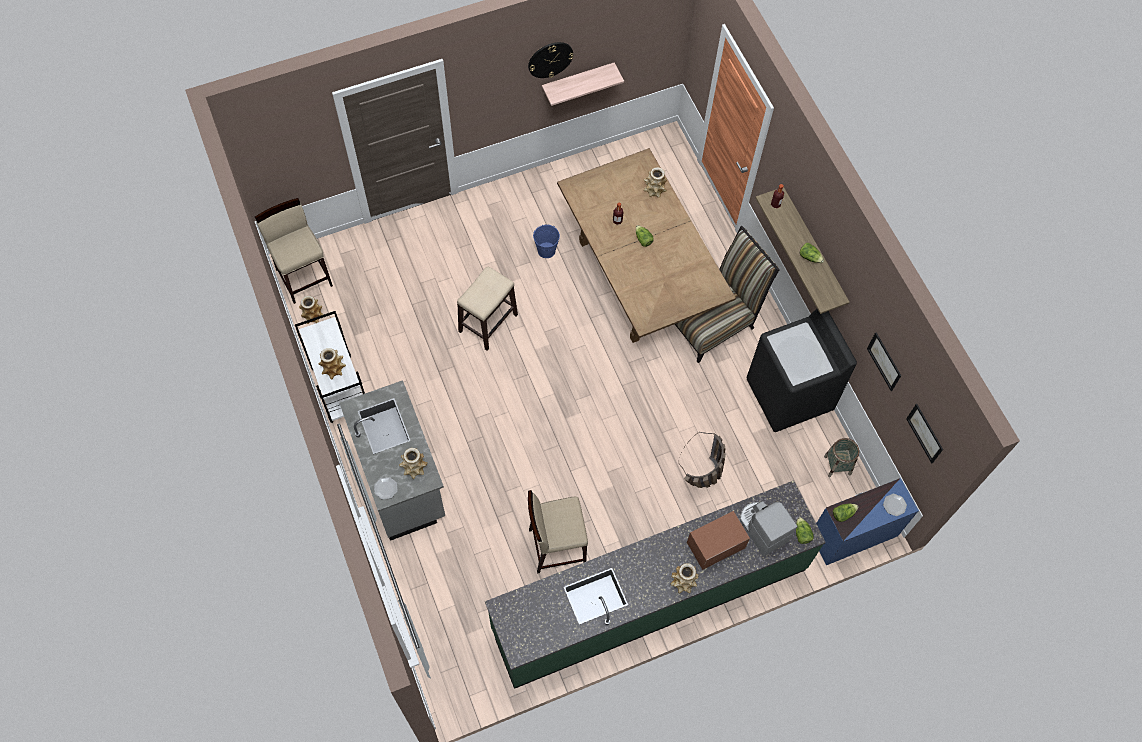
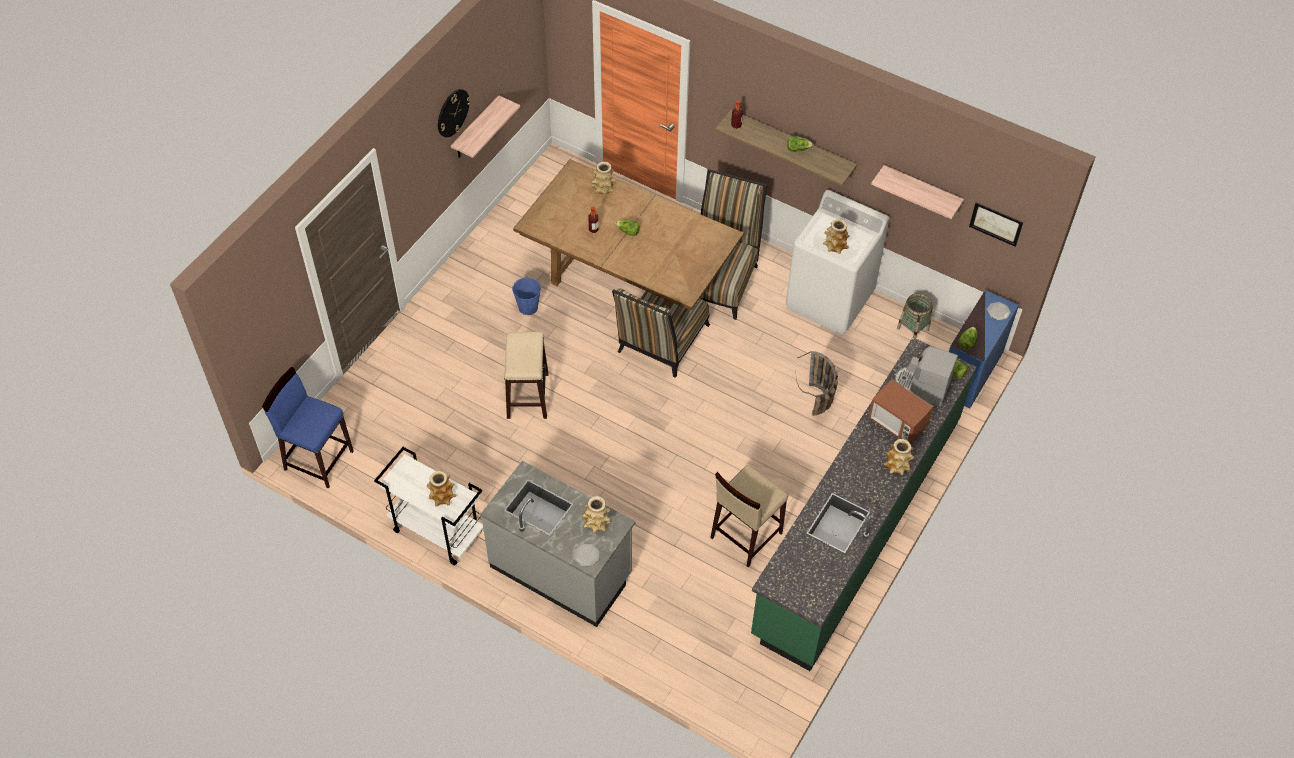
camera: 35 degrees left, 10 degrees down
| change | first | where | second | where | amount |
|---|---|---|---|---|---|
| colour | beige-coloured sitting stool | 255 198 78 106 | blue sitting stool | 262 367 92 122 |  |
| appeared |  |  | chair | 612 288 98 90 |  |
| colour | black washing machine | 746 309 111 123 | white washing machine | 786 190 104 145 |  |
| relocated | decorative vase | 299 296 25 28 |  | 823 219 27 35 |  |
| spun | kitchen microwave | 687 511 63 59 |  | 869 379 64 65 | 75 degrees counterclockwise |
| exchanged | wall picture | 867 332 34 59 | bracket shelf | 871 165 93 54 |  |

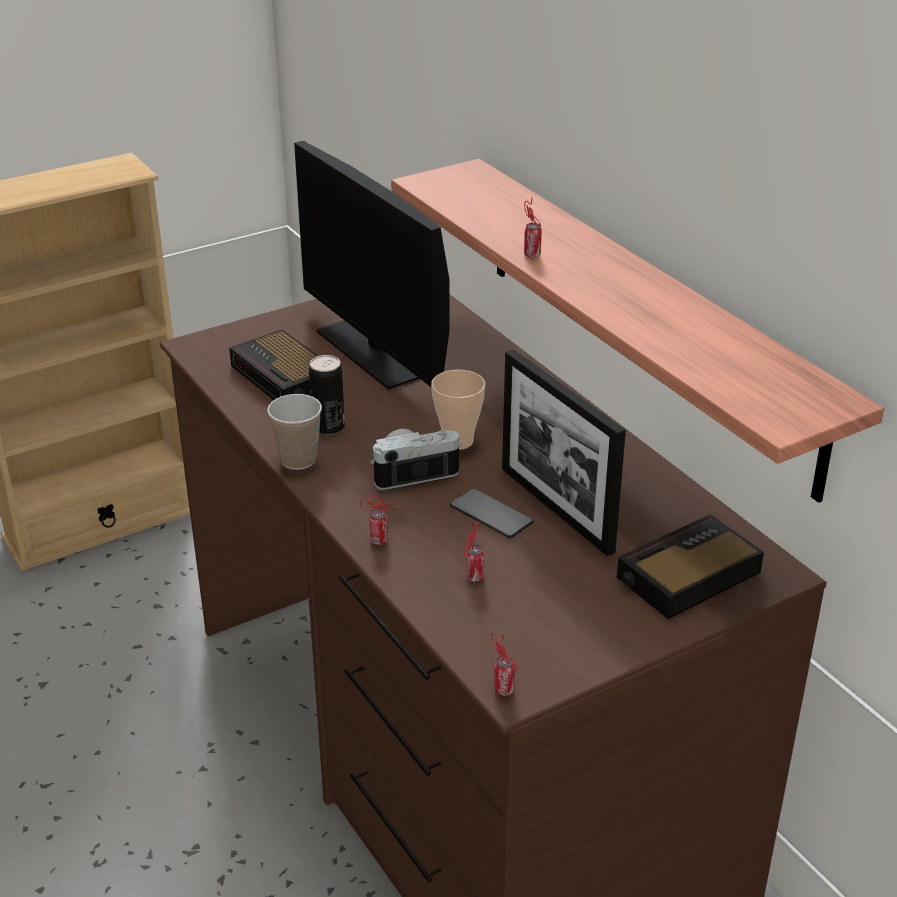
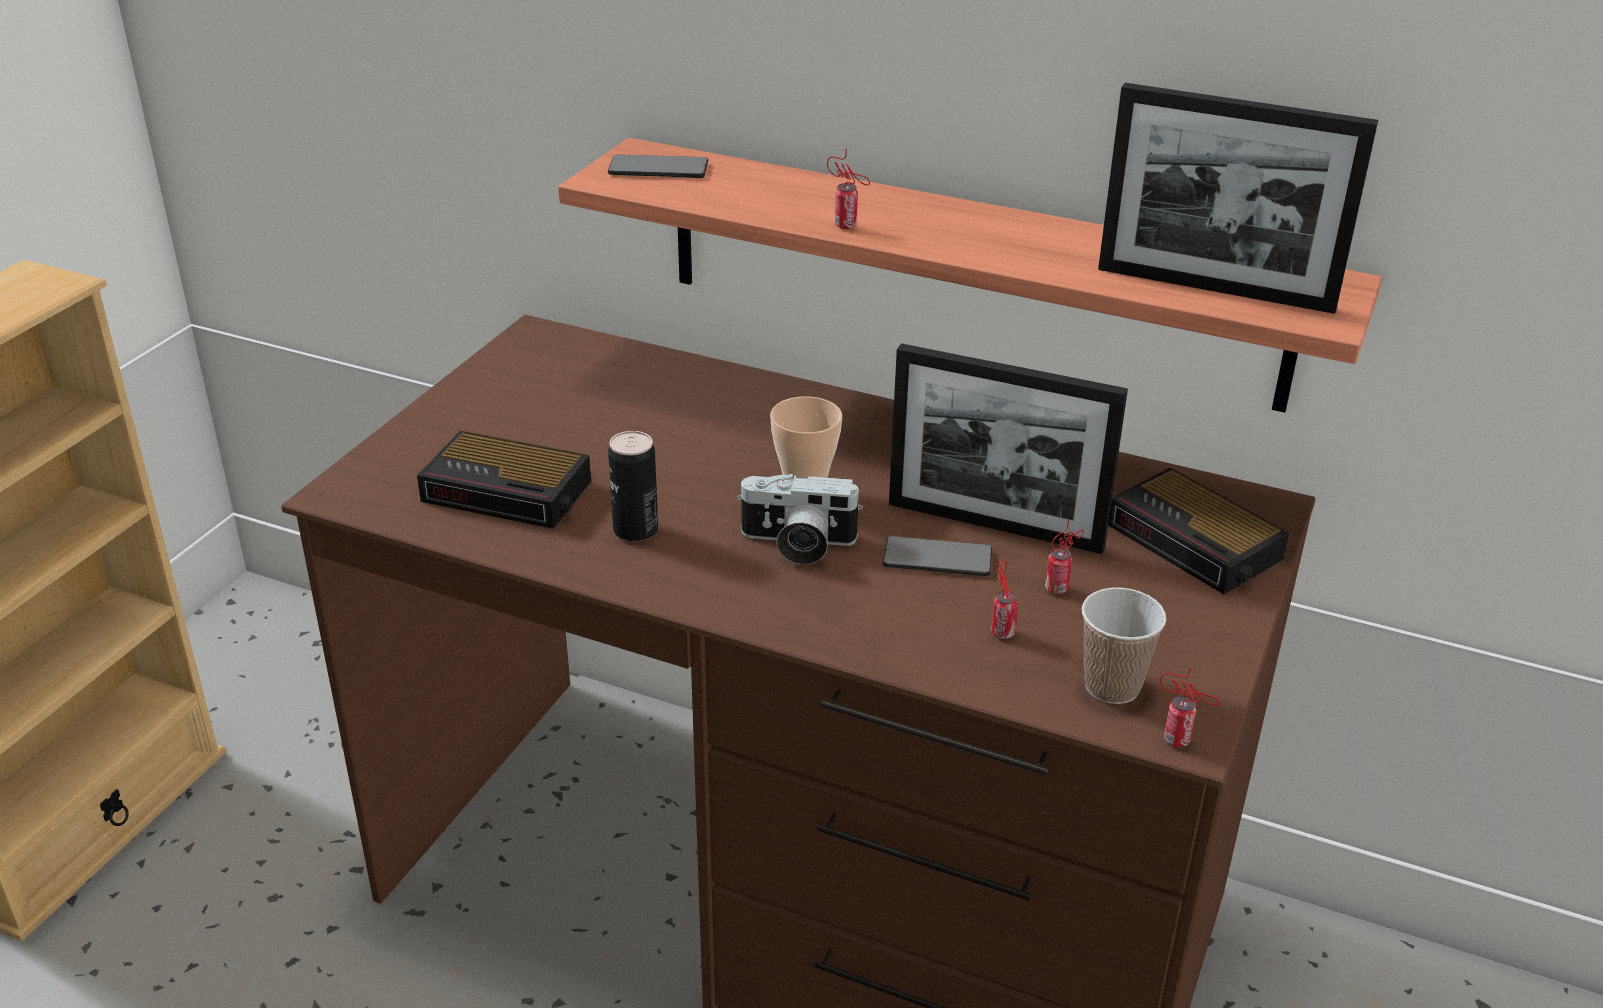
camera: 35 degrees left, 0 degrees up
| change | first | where | second | where | amount |
|---|---|---|---|---|---|
| appeared |  |  | phone | 608 154 100 24 |  |
| spun | still camera | 371 429 91 61 |  | 737 474 126 91 | 120 degrees counterclockwise |
| relocated | can | 360 488 41 57 |  | 1045 519 39 75 |  |
| relocated | small cup | 267 394 55 76 |  | 1082 588 85 116 |  |
| appeared |  |  | picture frame | 1098 83 280 231 |  |
| spun | alarm clock | 617 514 147 105 |  | 1108 467 181 127 | 60 degrees counterclockwise |
| missing | computer display | 294 141 155 249 |  |  |  |

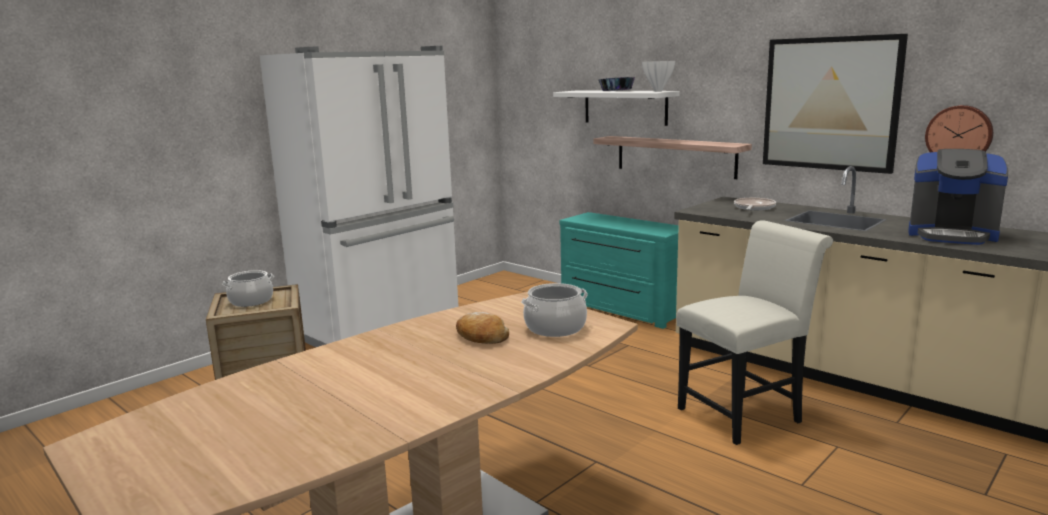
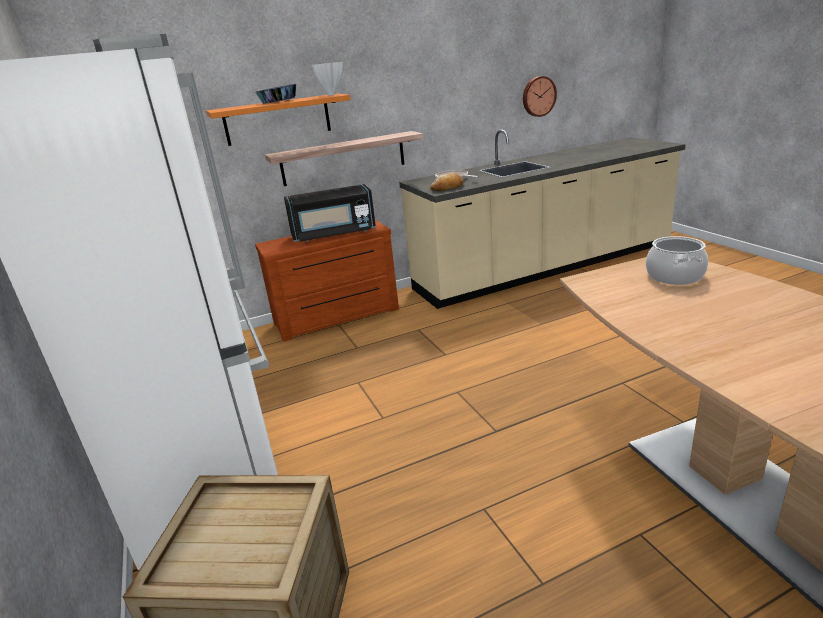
camera: 65 degrees left, 10 degrees up
| change | first | where | second | where | amount |
|---|---|---|---|---|---|
| colour | white bracket shelf | 553 90 127 36 | orangey bracket shelf | 206 94 145 52 |  |
| colour | turquoise-coloured chest of drawers | 559 212 120 117 | brownish chest of drawers | 255 220 144 122 |  |
| appeared |  |  | black kitchen microwave | 284 184 92 58 |  |
| relocated | bread | 456 312 53 32 |  | 430 173 34 18 |  |
| missing | saucepot | 222 270 52 37 |  |  |  |
| missing | white chair | 676 220 157 225 |  |  |  |
| missing | wall picture | 763 34 145 140 |  |  |  |
| missing | coffee brewer | 908 149 100 96 |  |  |  |

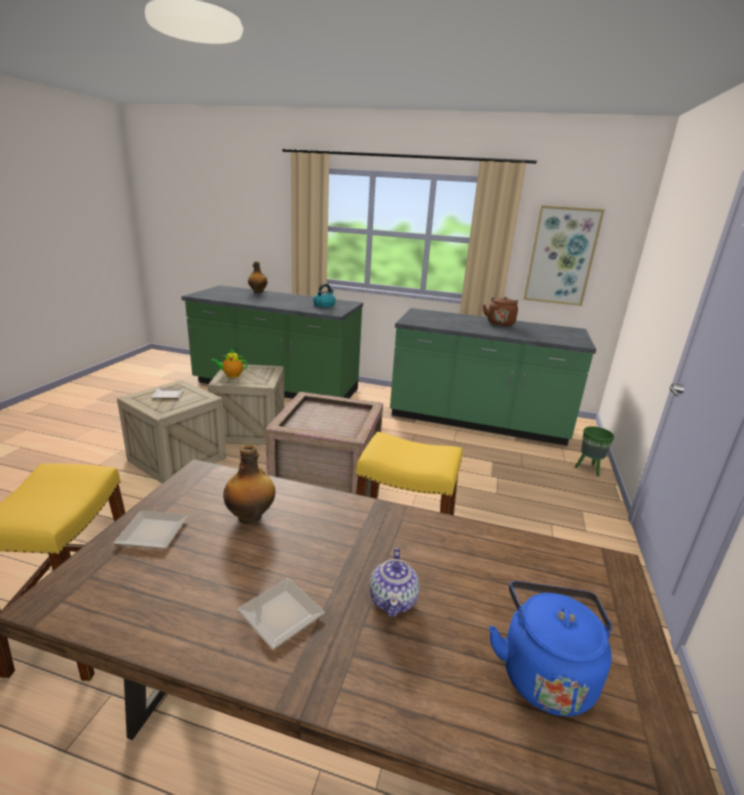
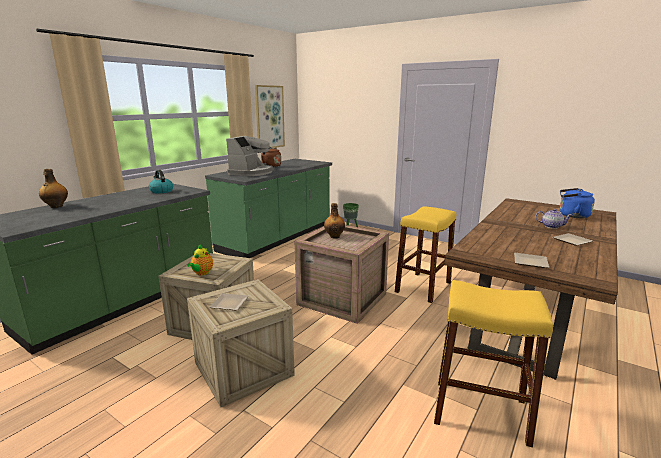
camera: 70 degrees left, 5 degrees down
| change | first | where | second | where | amount |
|---|---|---|---|---|---|
| appeared |  |  | coffee brewer | 226 136 47 40 |  |
| relocated | bottle | 223 444 52 80 |  | 324 203 21 36 |  |

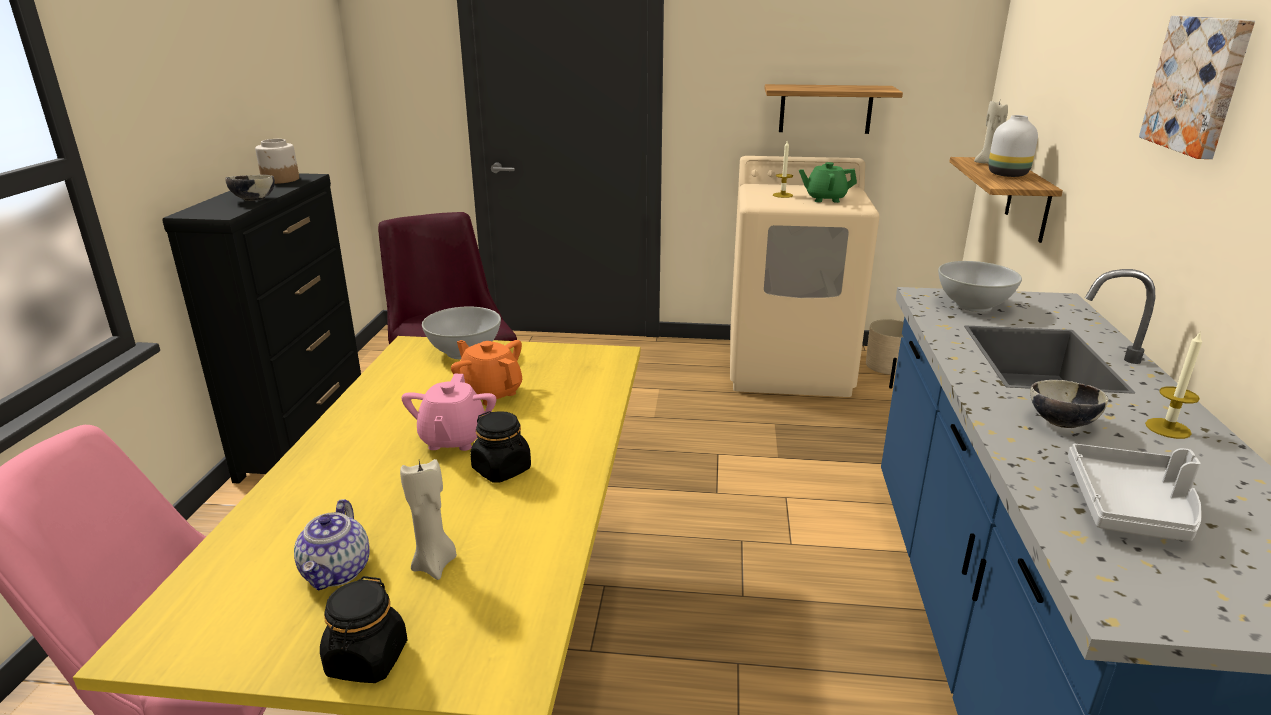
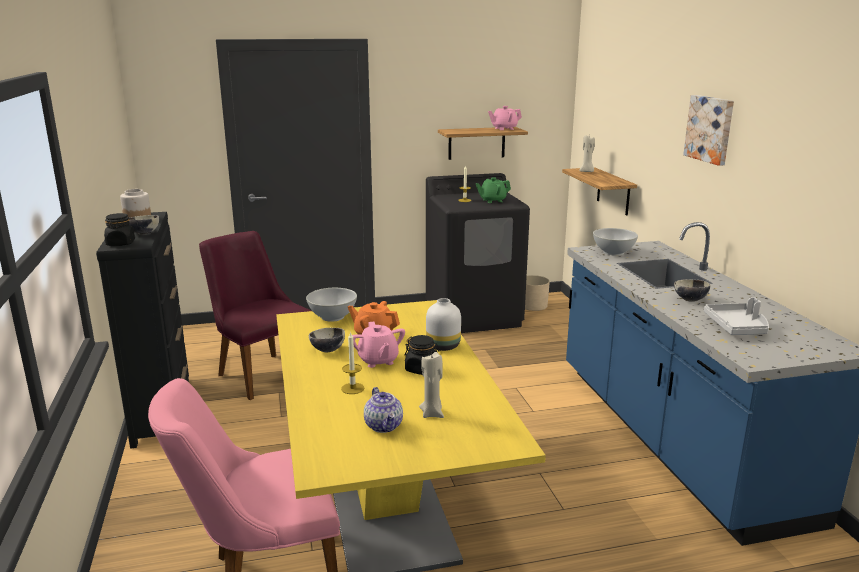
camera: 20 degrees left, 5 degrees down
| change | first | where | second | where | amount |
|---|---|---|---|---|---|
| relocated | black storage jar | 320 576 87 107 |  | 104 213 31 33 |  |
| appeared |  |  | deep dish | 309 328 36 24 |  |
| relocated | wax light | 1145 333 57 106 |  | 341 331 24 63 |  |
| colour | beige-coloured washing machine | 730 156 150 241 | black washing machine | 426 173 104 160 |  |
| relocated | white decorative vase | 988 115 50 62 |  | 426 298 35 53 |  |
| appeared |  |  | pinkish teapot | 488 106 34 24 |  |

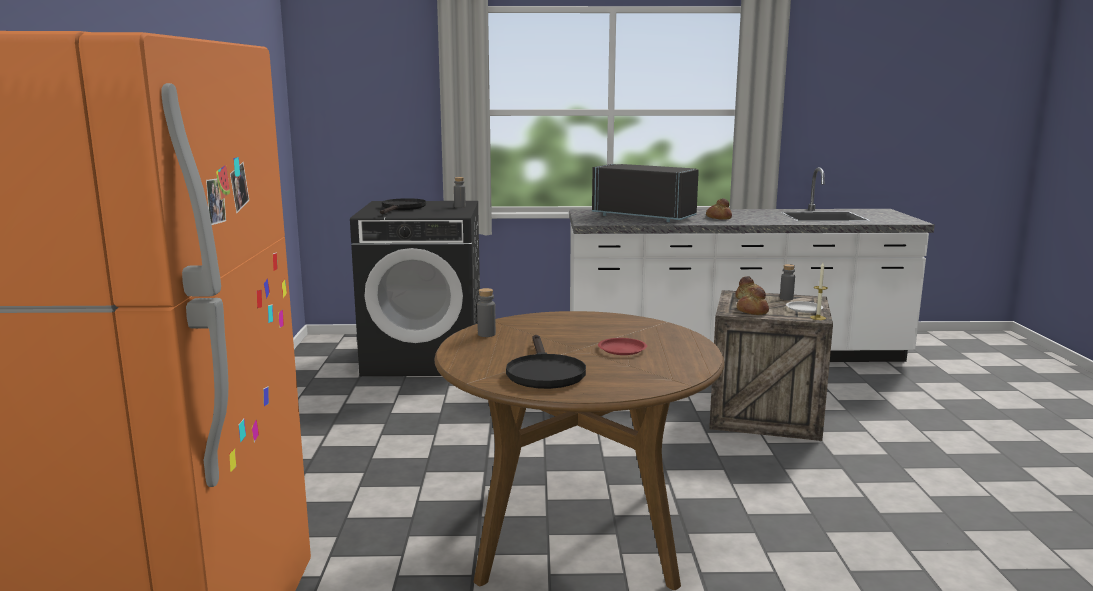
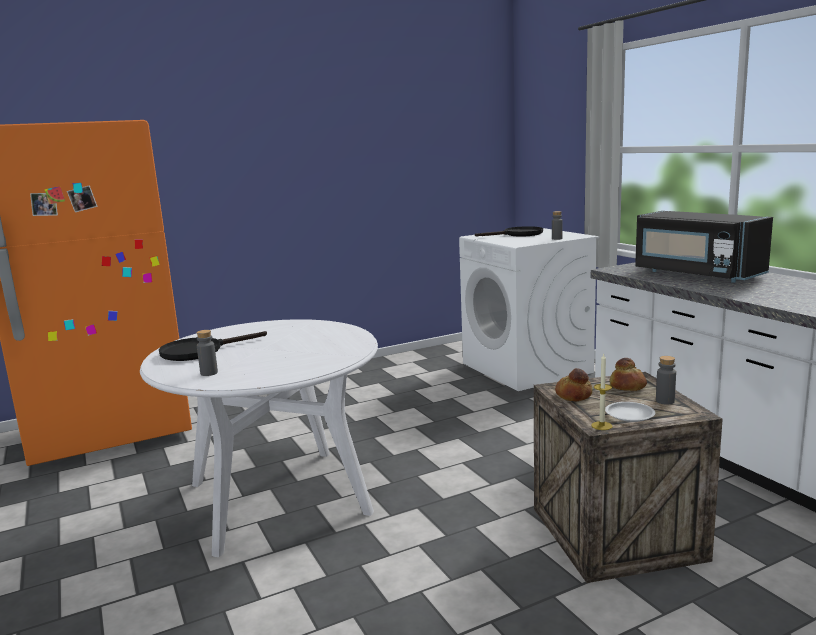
camera: 65 degrees right, 0 degrees up
| change | first | where | second | where | amount |
|---|---|---|---|---|---|
| colour | brownish dining table | 434 311 291 279 | white dining table | 140 319 238 238 |  |
| relocated | greyish bottle | 477 288 19 49 |  | 197 330 21 46 |  |
| colour | black washing machine | 350 201 130 175 | white washing machine | 459 228 140 163 |  |
| spun | black kitchen microwave | 592 164 107 58 |  | 635 211 138 72 | 135 degrees clockwise |
| missing | red-coloured plate | 598 338 49 17 |  |  |  |
| missing | bread | 706 199 26 21 |  |  |  |

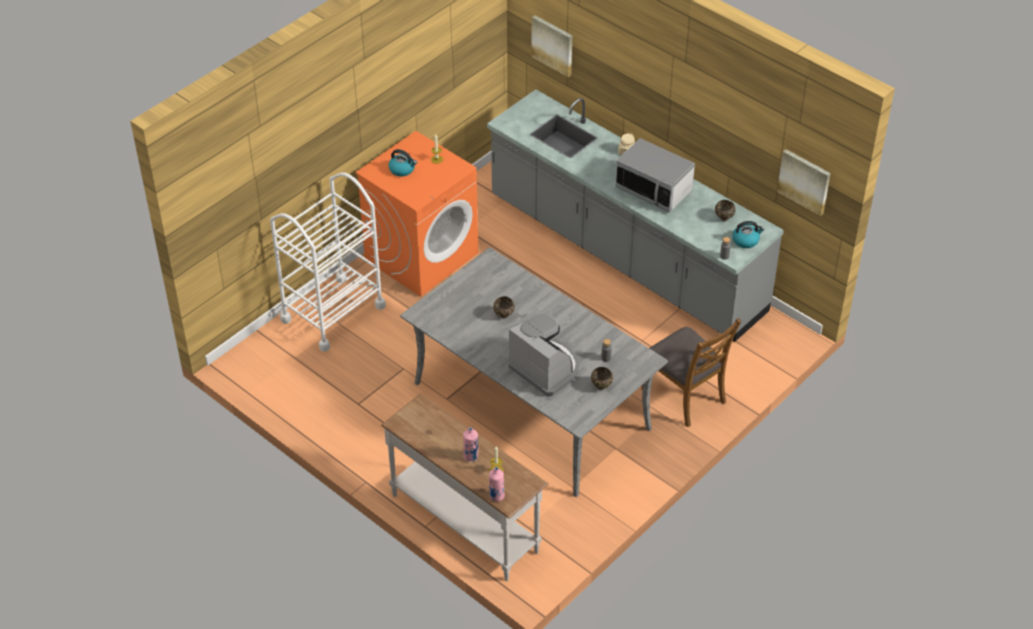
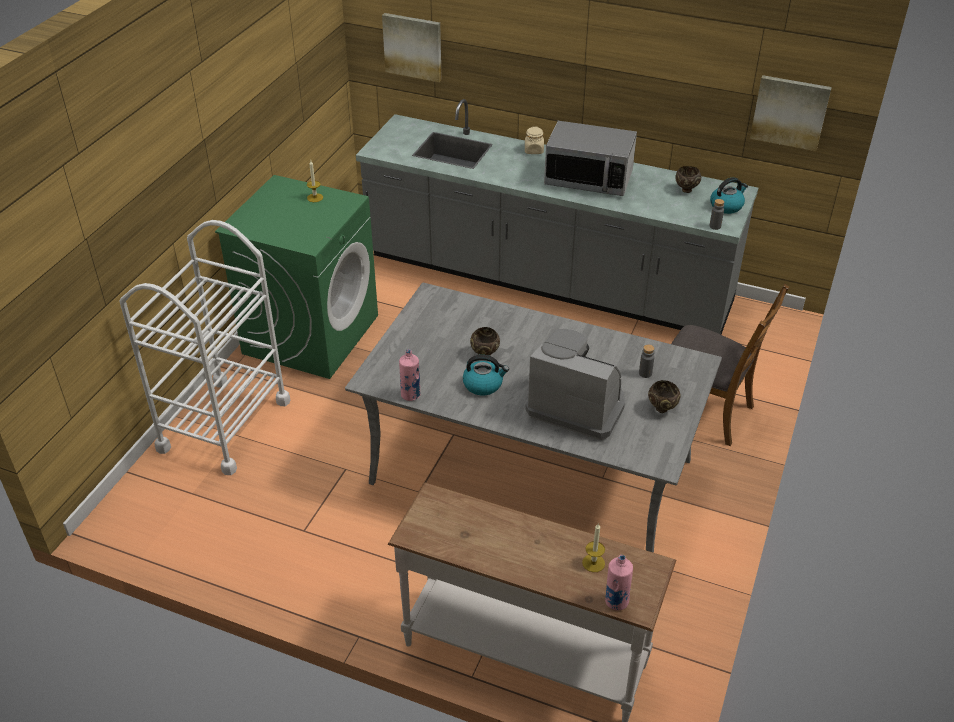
camera: 20 degrees left, 5 degrees down
| change | first | where | second | where | amount |
|---|---|---|---|---|---|
| colour | orangey washing machine | 355 131 123 166 | green-coloured washing machine | 215 175 163 204 |  |
| relocated | pinkish bottle | 463 427 15 35 |  | 399 349 21 52 |  |
| relocated | kettle | 389 149 28 28 |  | 463 355 46 41 |  |

